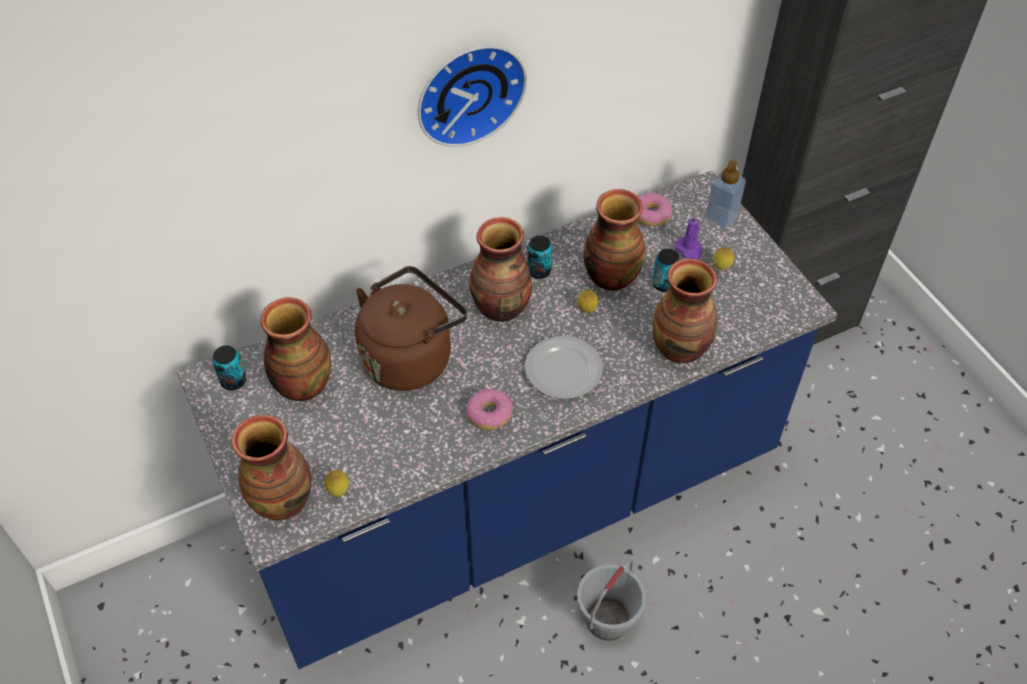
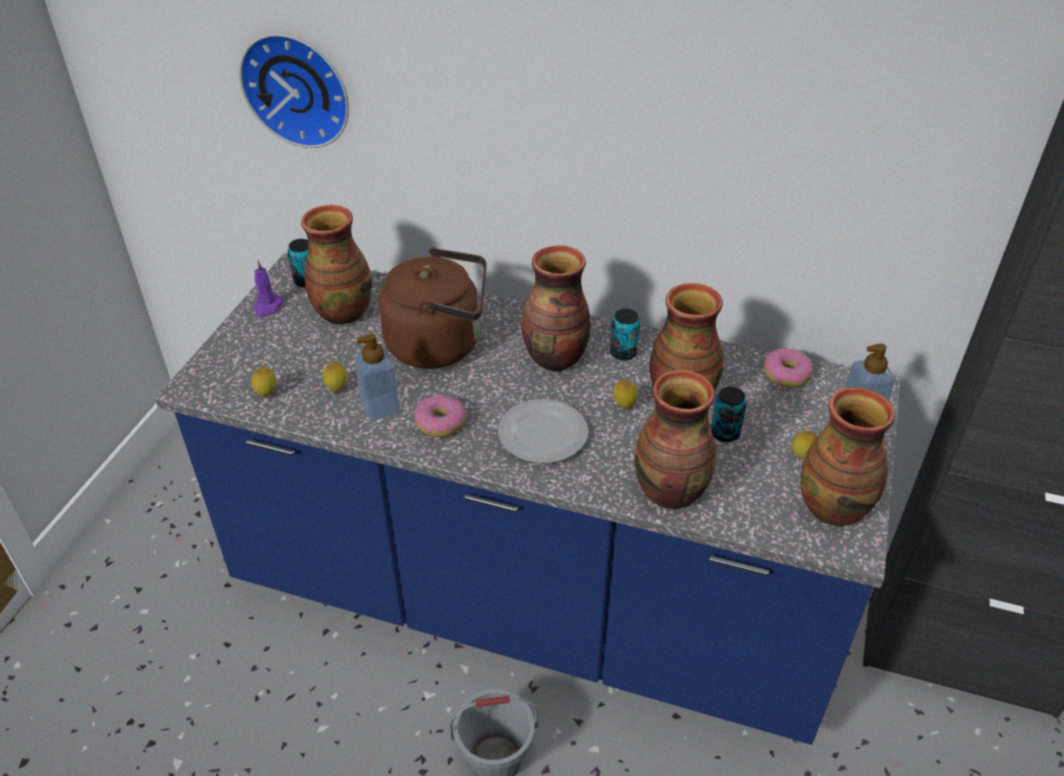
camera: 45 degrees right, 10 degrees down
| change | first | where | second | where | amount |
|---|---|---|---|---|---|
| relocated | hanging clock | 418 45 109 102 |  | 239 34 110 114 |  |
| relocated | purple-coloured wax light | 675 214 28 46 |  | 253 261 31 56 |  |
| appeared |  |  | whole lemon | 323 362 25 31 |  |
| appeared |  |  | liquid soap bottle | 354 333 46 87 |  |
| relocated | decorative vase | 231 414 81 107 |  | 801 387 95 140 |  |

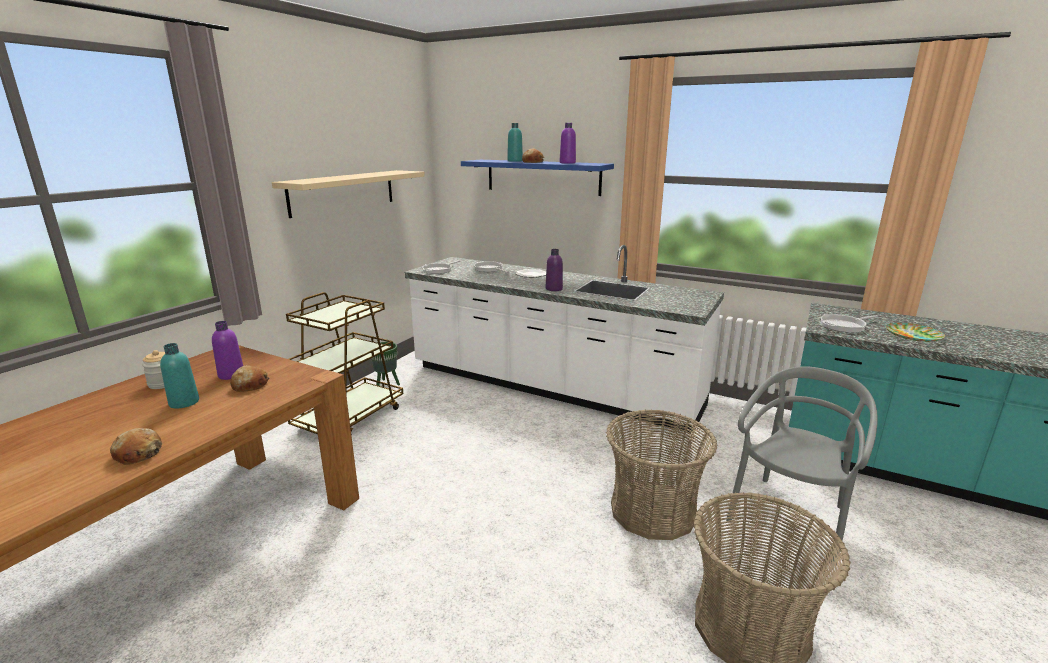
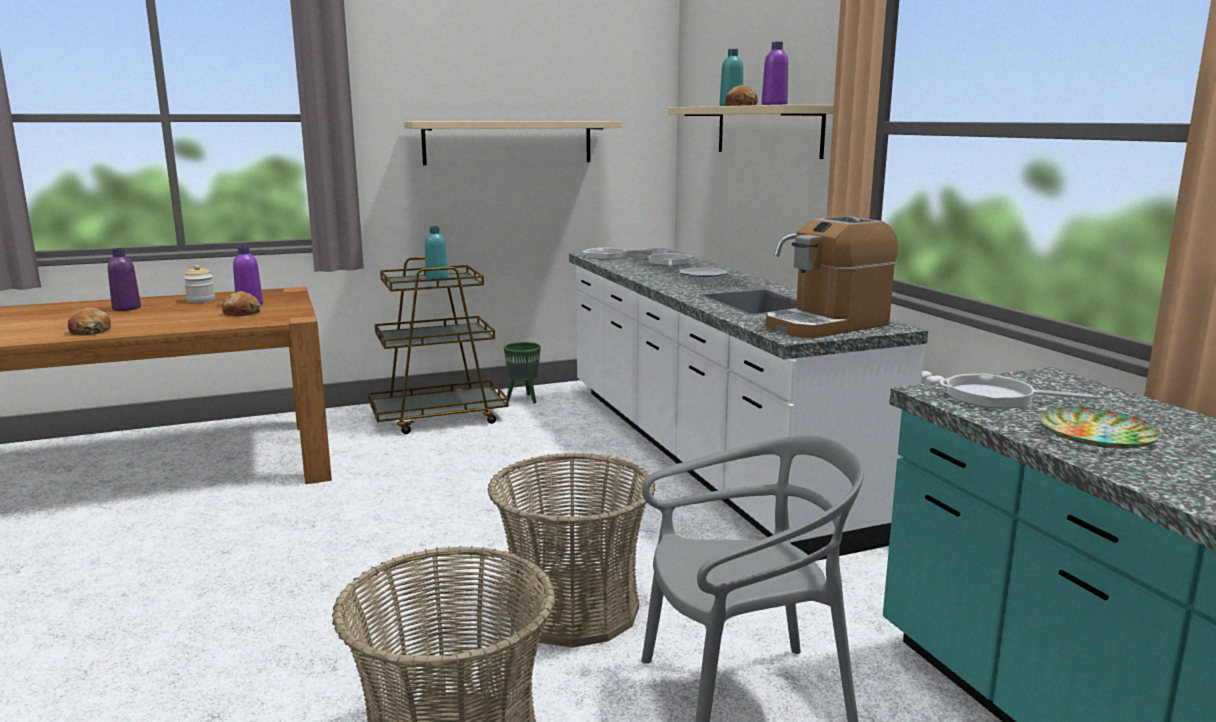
camera: 40 degrees right, 5 degrees down
| change | first | where | second | where | amount |
|---|---|---|---|---|---|
| relocated | purple-coloured bottle | 546 249 17 42 |  | 108 248 33 63 |  |
| relocated | turquoise-coloured bottle | 160 343 39 66 |  | 425 226 23 53 |  |
| colour | blue bracket shelf | 461 160 153 36 | beige-coloured bracket shelf | 668 105 166 54 |  |
| appeared |  |  | coffee brewer | 766 216 132 122 |  |

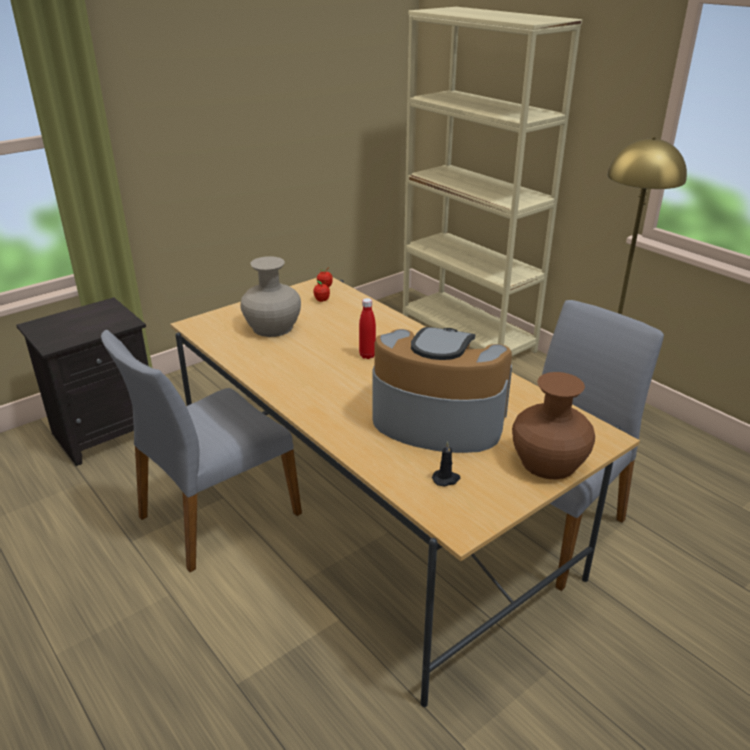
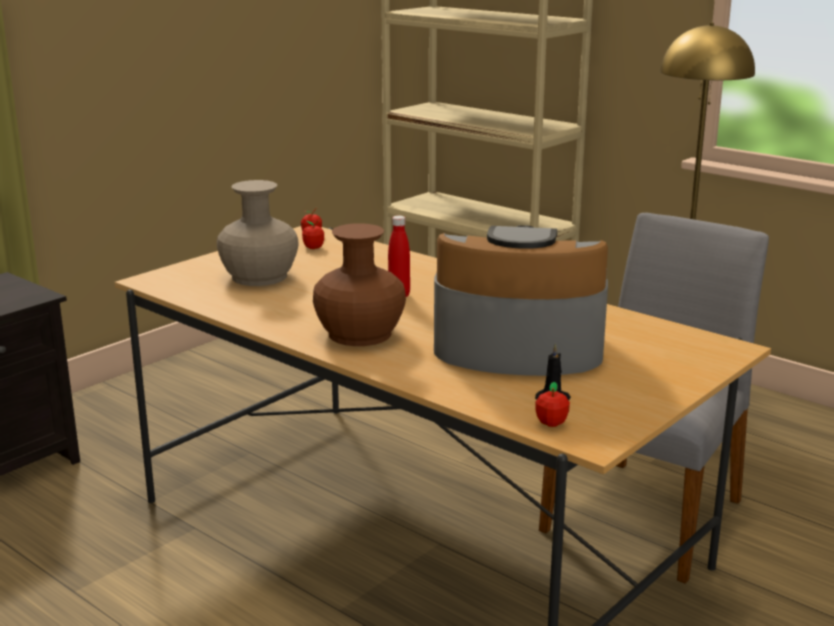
camera: 10 degrees left, 10 degrees down
| change | first | where | second | where | amount |
|---|---|---|---|---|---|
| relocated | brownish decorative vase | 512 372 83 108 |  | 313 223 93 123 |  |
| appeared |  |  | apple fruit | 535 382 35 45 |  |
| missing | greyish chair | 101 330 201 242 |  |  |  |

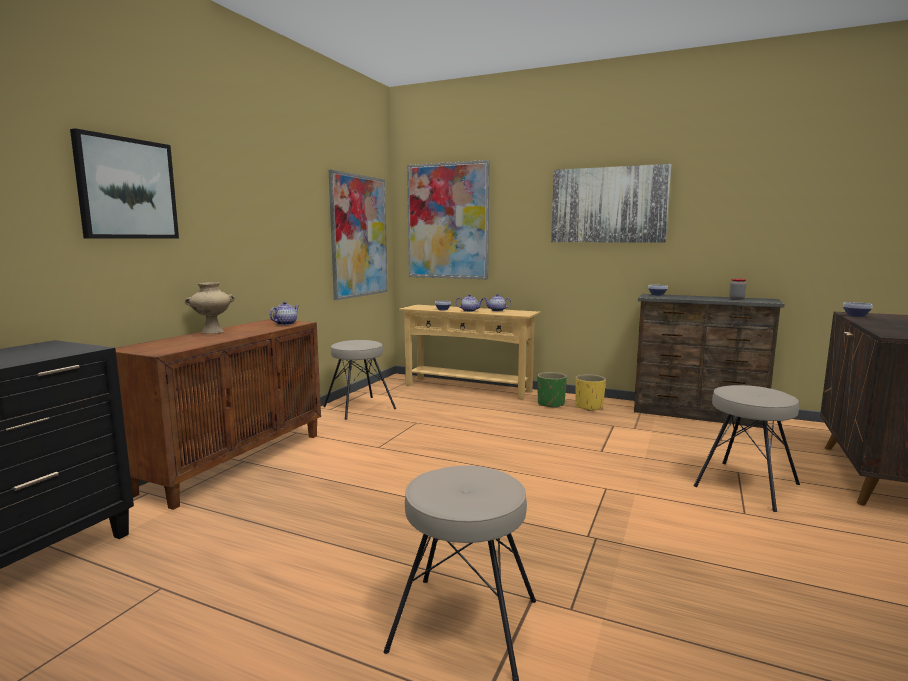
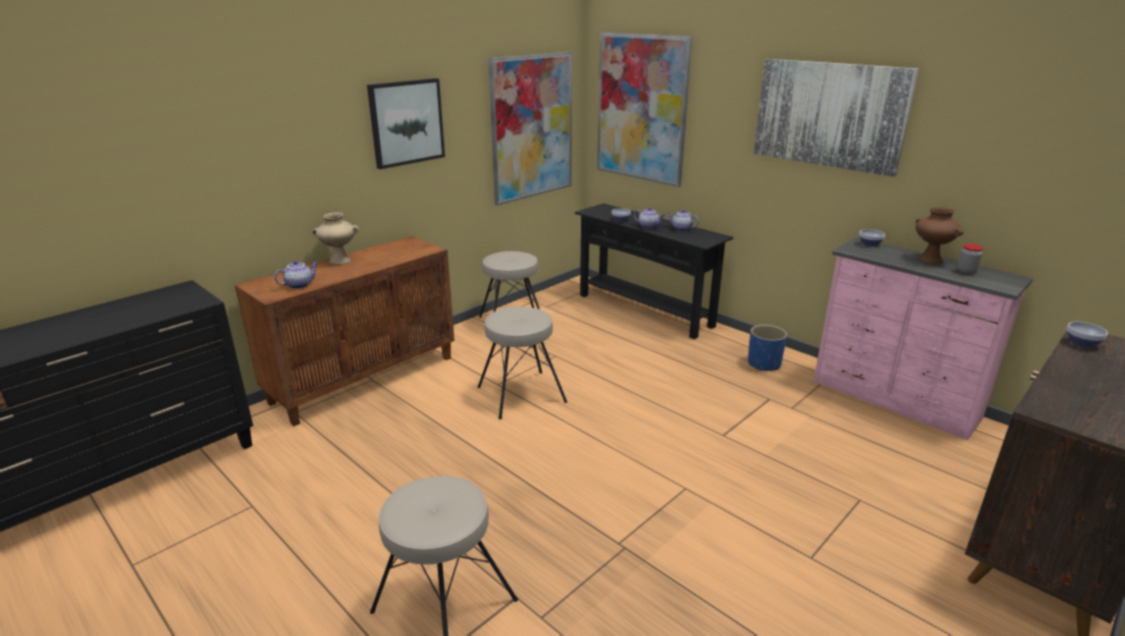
camera: 20 degrees right, 15 degrees up
| change | first | where | second | where | amount |
|---|---|---|---|---|---|
| relocated | teapot | 269 302 30 23 |  | 274 261 44 28 |  |
| relocated | wall picture | 70 128 109 111 |  | 367 78 78 91 |  |
| relocated | beige-coloured sitting stool | 694 385 106 127 |  | 478 306 89 114 |  |
| colour | beige-coloured hall table | 399 305 141 95 | black hall table | 575 203 158 136 |  |
| colour | yellow-coloured planter | 575 374 31 37 | blue planter | 748 325 39 46 |  |
| colour | brownish chest of drawers | 634 294 151 134 | pinkish chest of drawers | 813 238 220 202 |  |
| appeared |  |  | brownish decorative vase | 916 207 48 57 |  |
| missing | green-coloured planter | 538 372 29 36 |  |  |  |

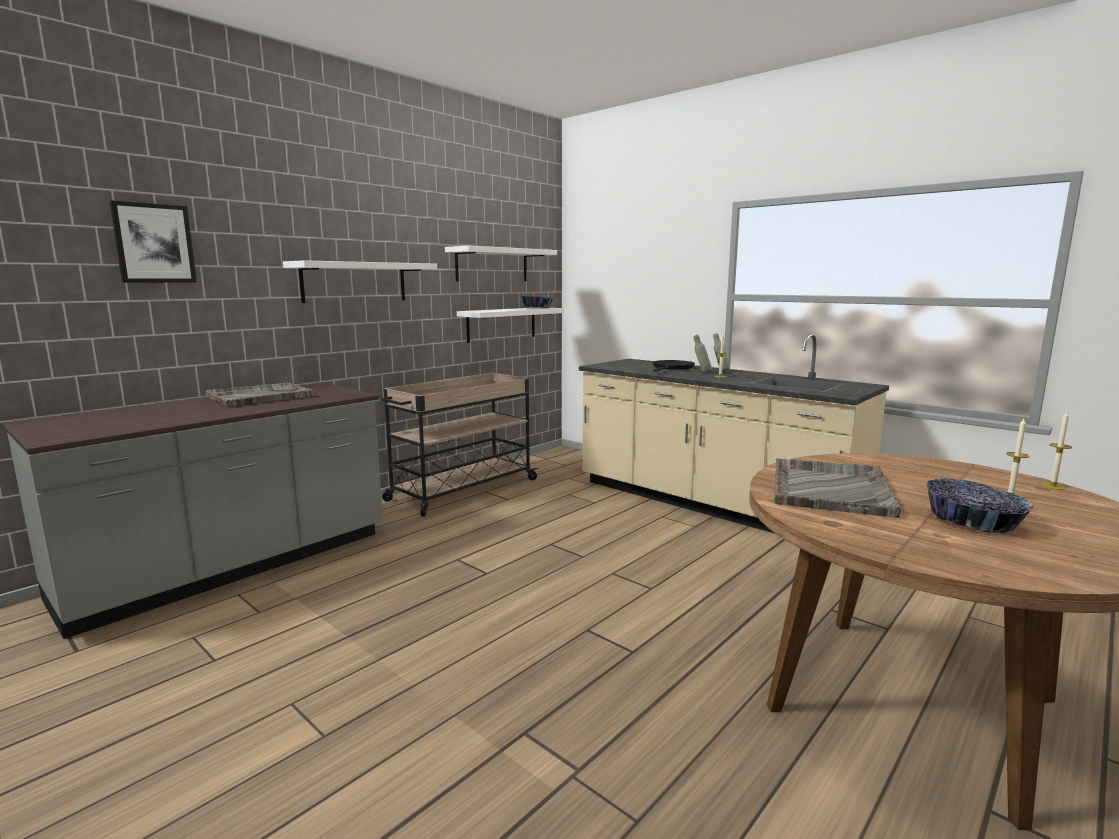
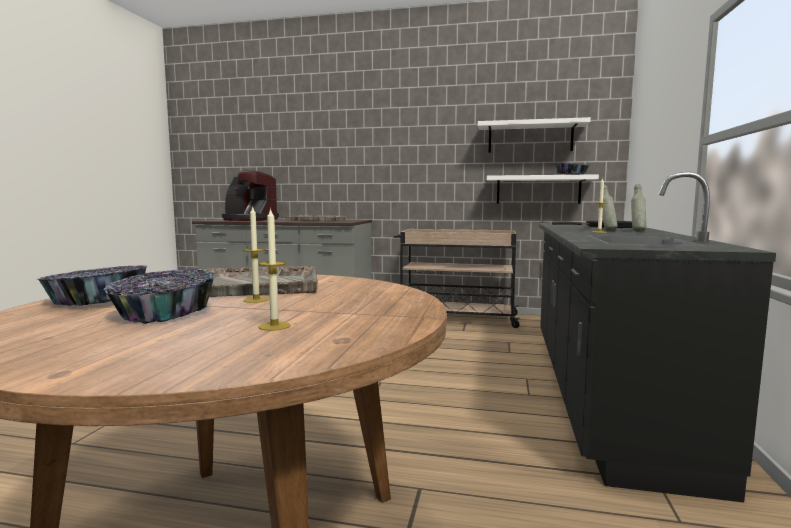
camera: 60 degrees right, 5 degrees down
| change | first | where | second | where | amount |
|---|---|---|---|---|---|
| appeared |  |  | deep dish | 37 265 111 41 |  |
| appeared |  |  | coffee brewer | 222 170 57 51 |  |
| relocated | wax light | 1040 411 32 79 |  | 243 207 26 96 |  |
| colour | beige-coloured counter | 579 333 310 200 | black counter | 539 172 237 331 |  |
| missing | wall picture | 110 200 87 83 |  |  |  |
| missing | white bracket shelf | 283 260 154 43 |  |  |  |

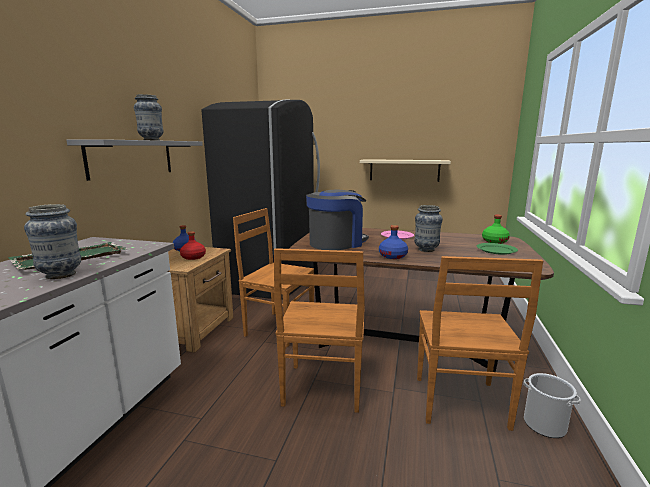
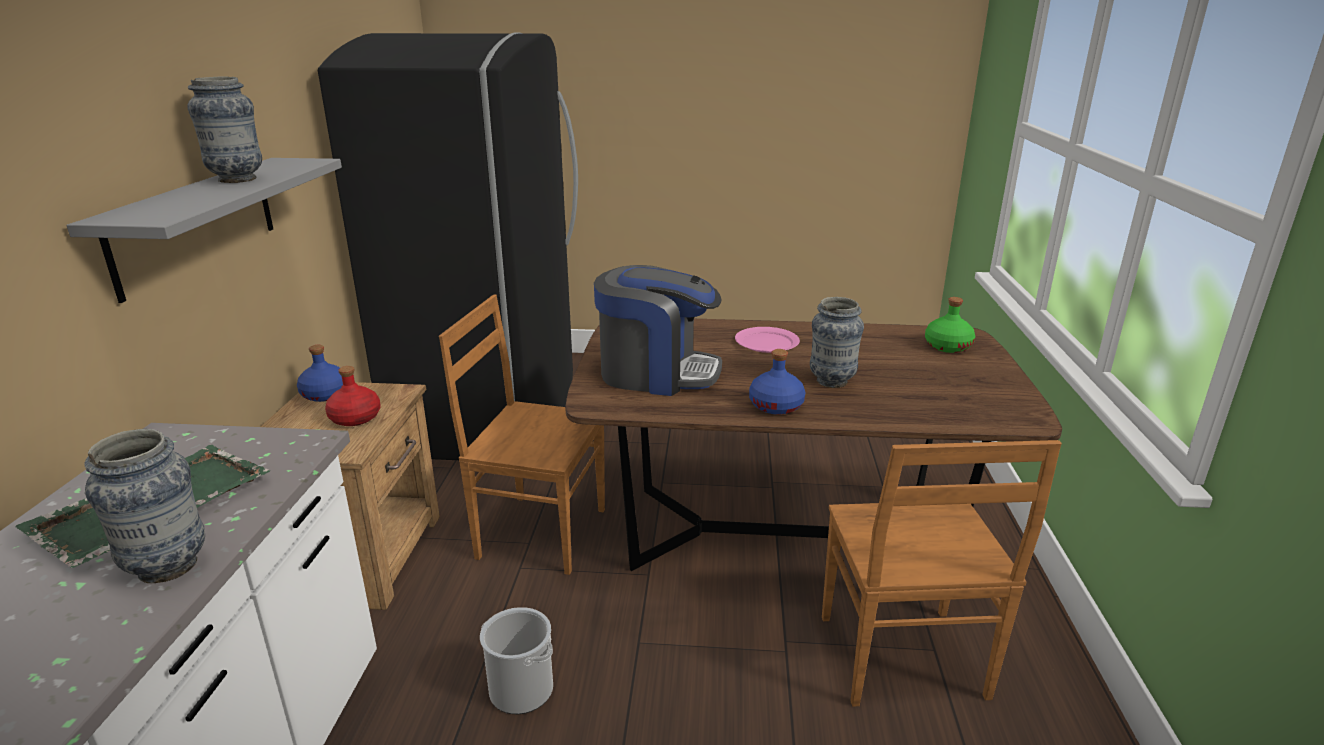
camera: 10 degrees left, 10 degrees up
| change | first | where | second | where | amount |
|---|---|---|---|---|---|
| relocated | bucket | 523 373 58 65 |  | 480 607 73 107 |  |
| spun | coffee brewer | 306 190 63 60 |  | 594 265 128 131 | 60 degrees clockwise |
| missing | brownish chair | 274 248 91 165 |  |  |  |
| missing | beige-coloured bracket shelf | 360 159 91 23 |  |  |  |
| missing | green-coloured plate | 477 243 41 12 |  |  |  |

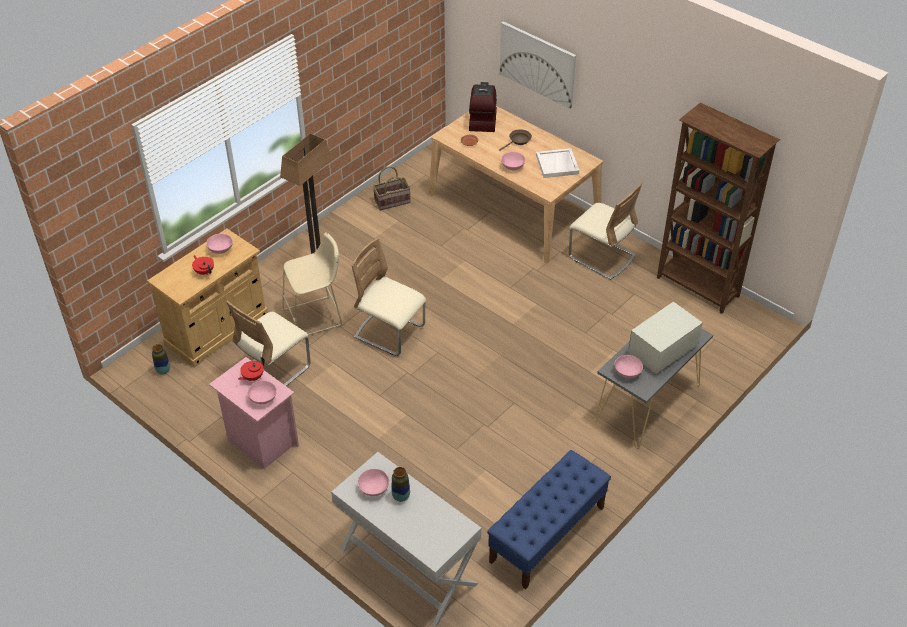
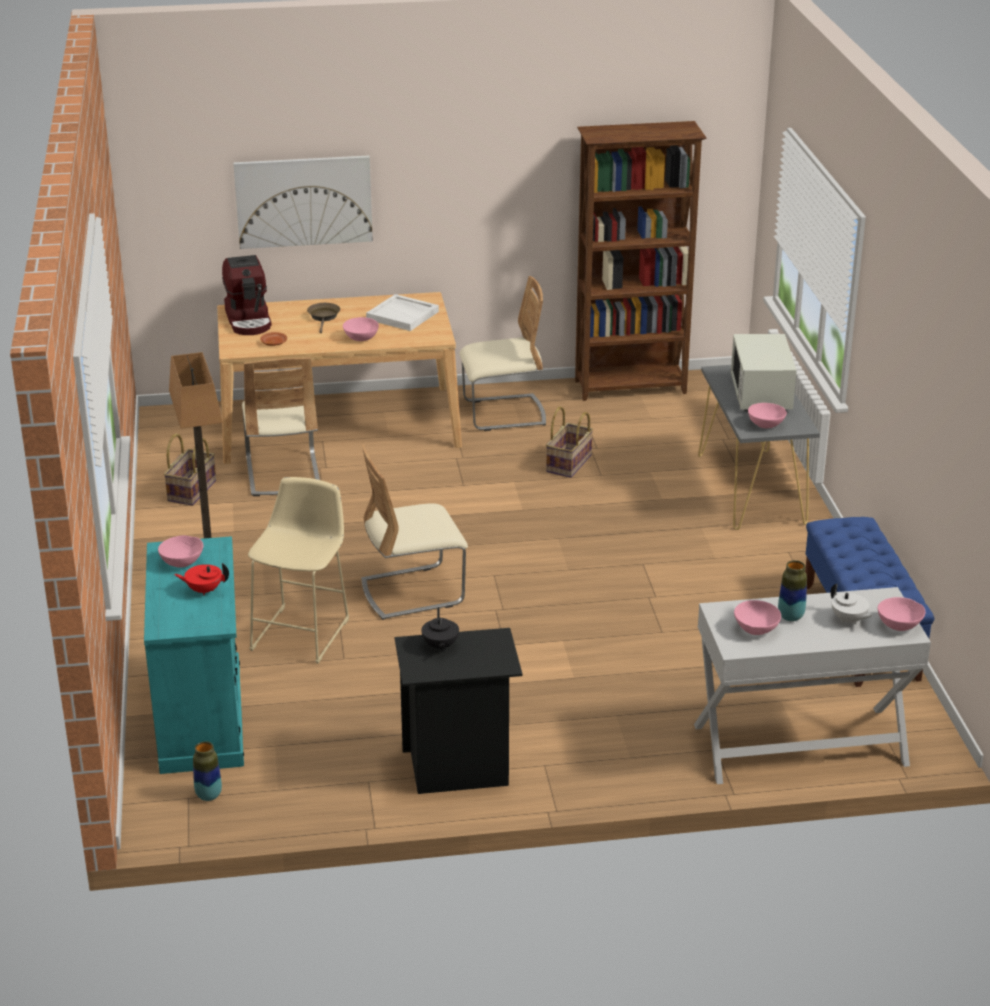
camera: 50 degrees left, 15 degrees down
| change | first | where | second | where | amount |
|---|---|---|---|---|---|
| colour | beige-coloured cabinet | 147 228 121 140 | turquoise-coloured cabinet | 144 536 100 238 |  |
| spun | coffee brewer | 469 82 28 50 |  | 222 255 50 80 | 150 degrees counterclockwise |
| relocated | beige-coloured chair | 226 301 85 85 |  | 242 358 78 138 |  |
| colour | pinkish nightstand | 209 357 90 112 | black nightstand | 395 628 127 166 |  |
| colour | red-coloured teapot | 238 357 27 24 | black teapot | 421 607 38 45 |  |
| appeared |  |  | basket | 546 406 47 72 |  |
| appeared |  |  | white teapot | 831 583 42 41 |  |
| relocated | pinkish deep dish | 247 381 30 23 |  | 878 597 48 34 |  |

